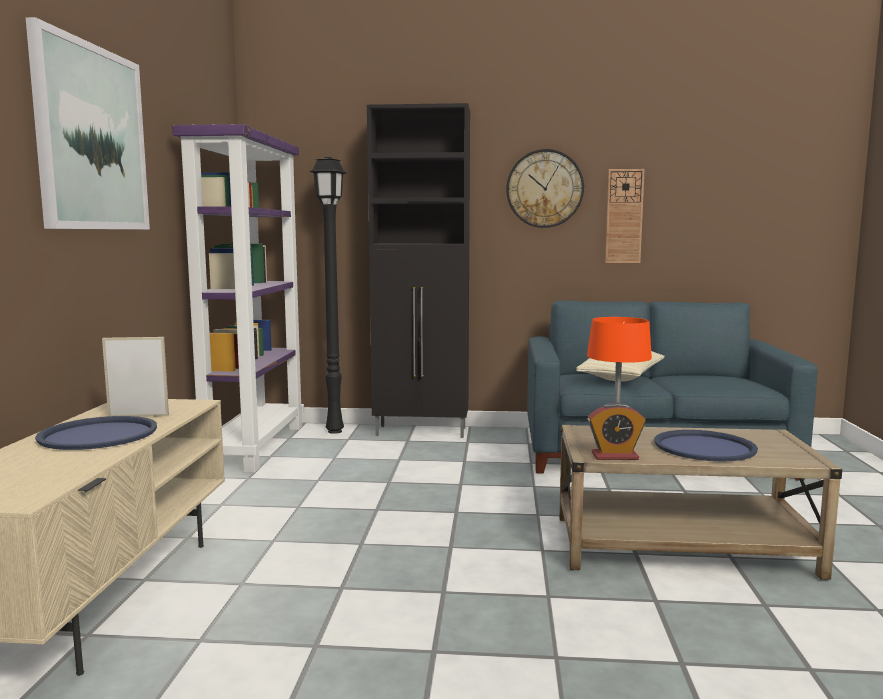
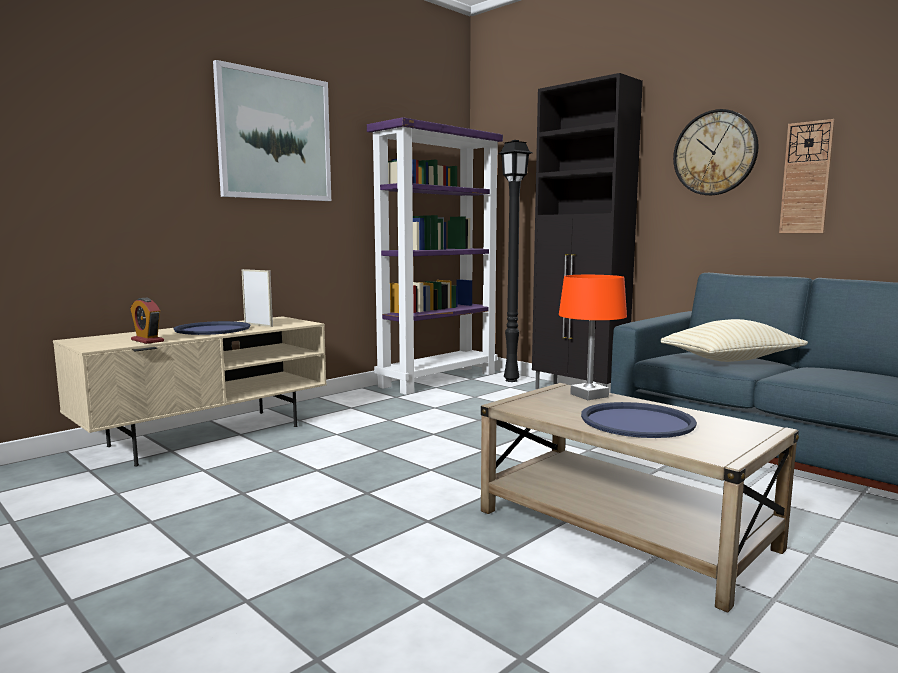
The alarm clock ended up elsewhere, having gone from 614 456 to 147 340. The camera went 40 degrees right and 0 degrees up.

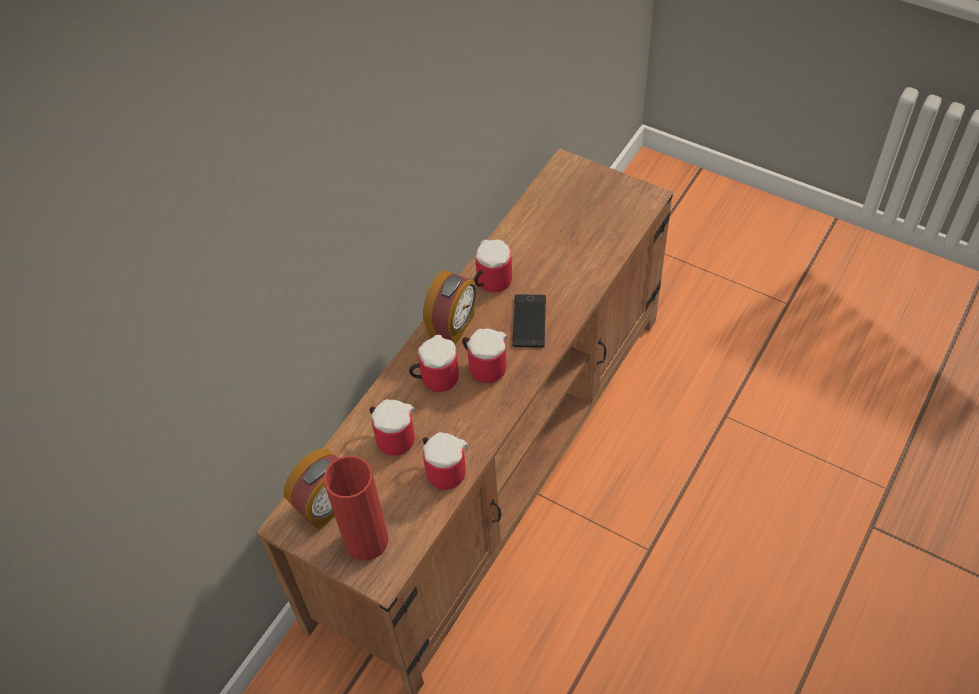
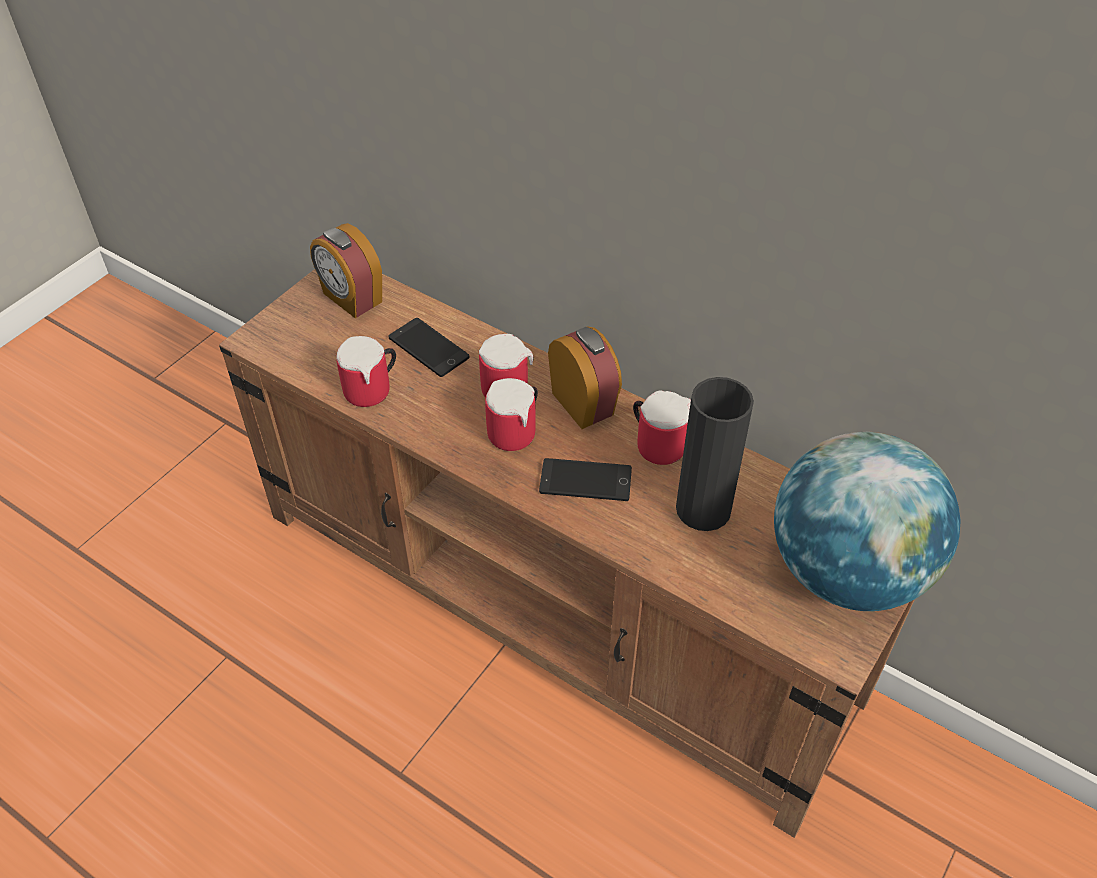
Where the mug stood at 393 435, the telephone came to stand at 428 348. The alarm clock at 453 326 ended up facing another way, 150 degrees counterclockwise from before. The second view gained the black vase at 703 509. The second view gained the globe at 847 571. The second view lost the reddish vase at 366 540. The camera went 90 degrees right and 5 degrees down.

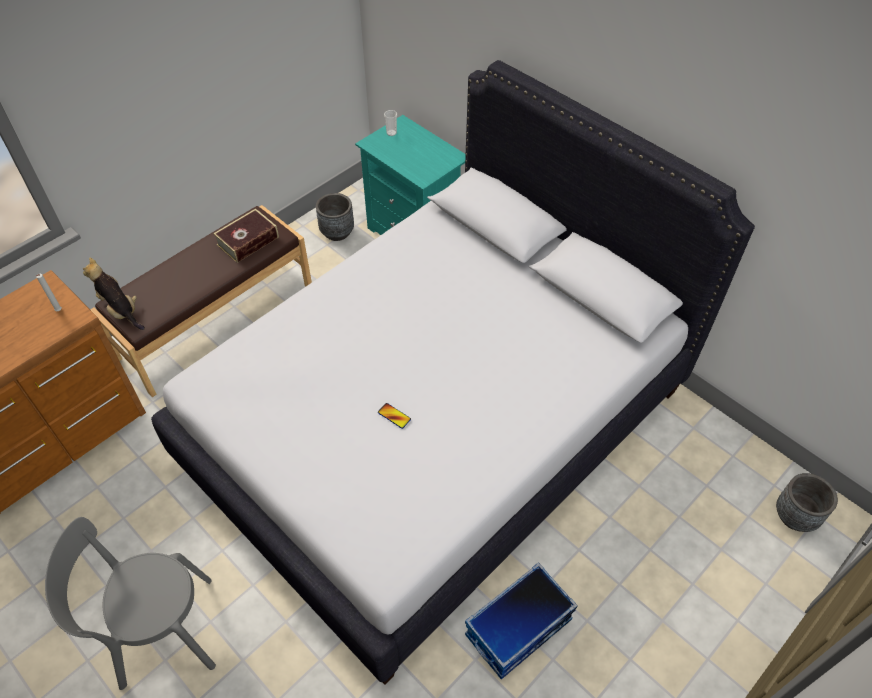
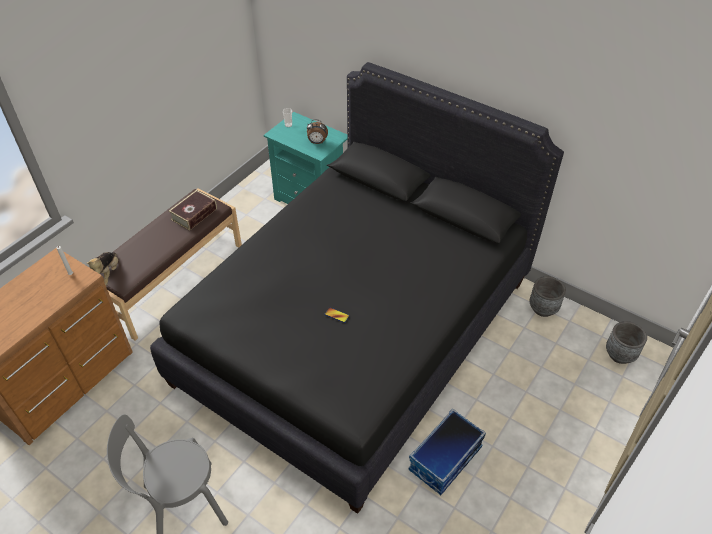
The soft toy at 121 310 ended up facing another way, 120 degrees counterclockwise from before. What was the white-coloured bed at 436 425 turned into the black bed at 355 330. The second view gained the alarm clock at 317 142. The gray flower pot ended up elsewhere, having gone from 337 232 to 543 308. The camera went 10 degrees left and 5 degrees down.

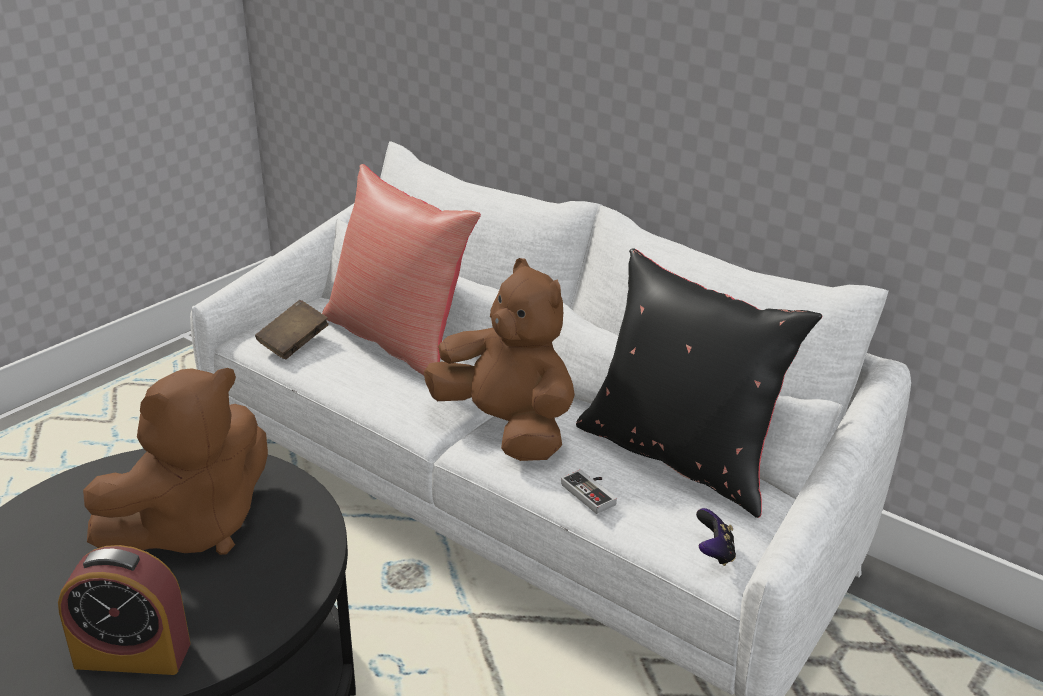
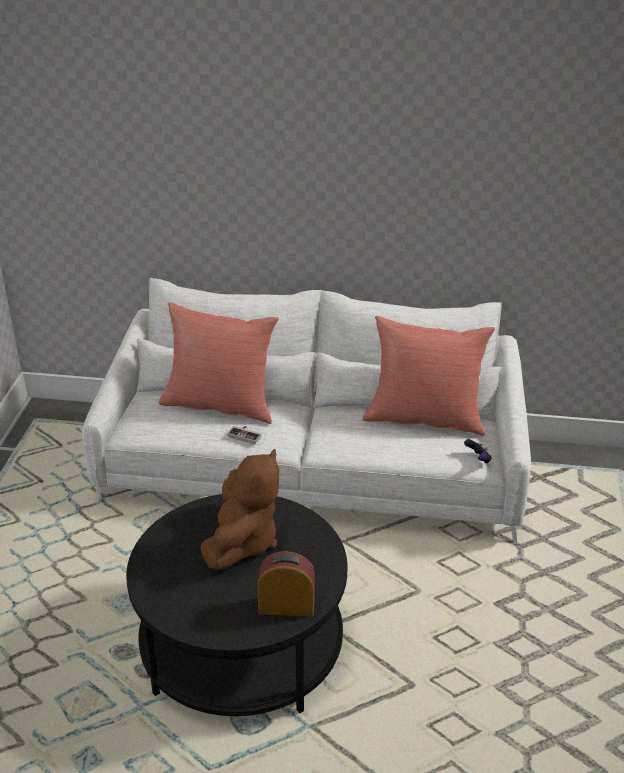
The joypad ended up elsewhere, having gone from 593 492 to 246 435. The alarm clock at 132 655 ended up facing another way, 150 degrees counterclockwise from before. What was the black cushion at 680 456 turned into the reddish cushion at 425 418. The second view lost the brownish book at 294 344. The second view lost the brownish soft toy at 507 428. The camera went 30 degrees left and 5 degrees up.

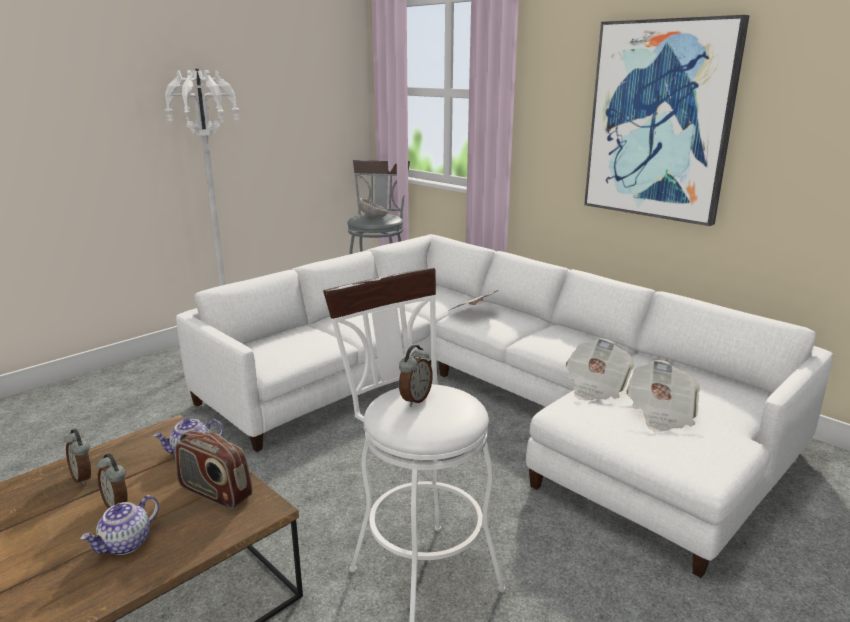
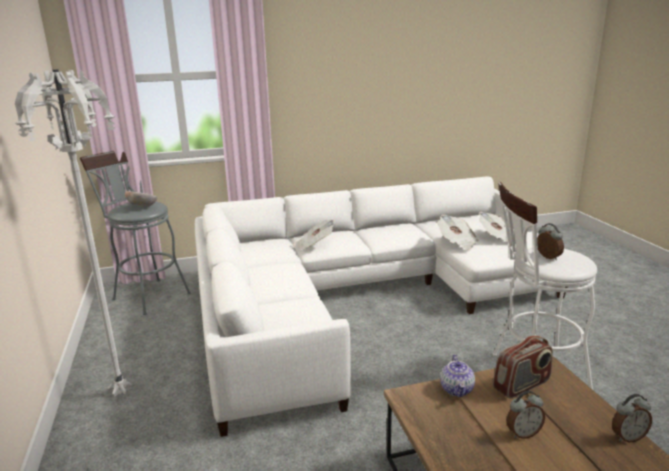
The alarm clock ended up elsewhere, having gone from 83 477 to 627 437. The second view lost the pot for tea at 126 544. The second view lost the wall art at 659 121. The camera went 60 degrees left and 0 degrees up.

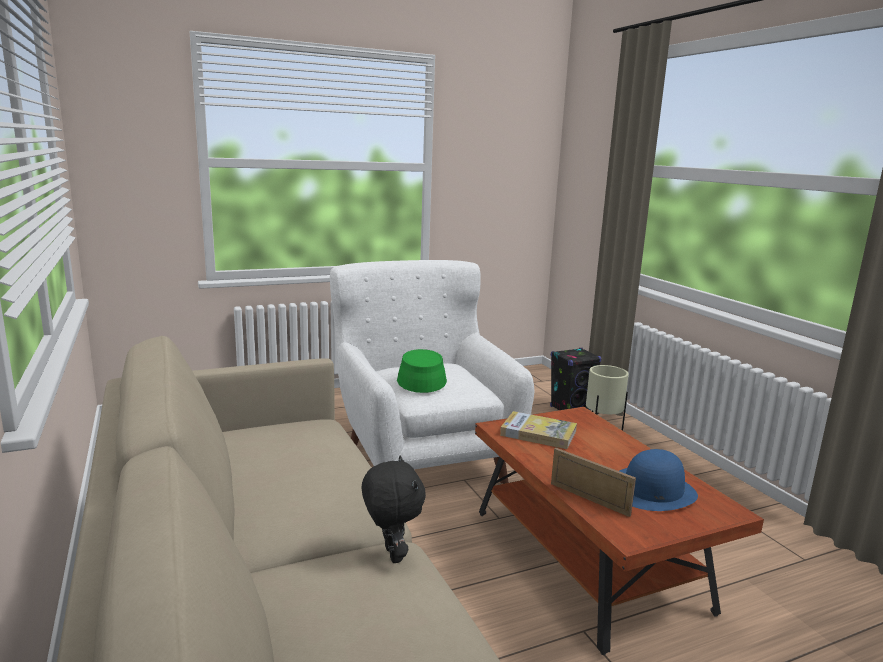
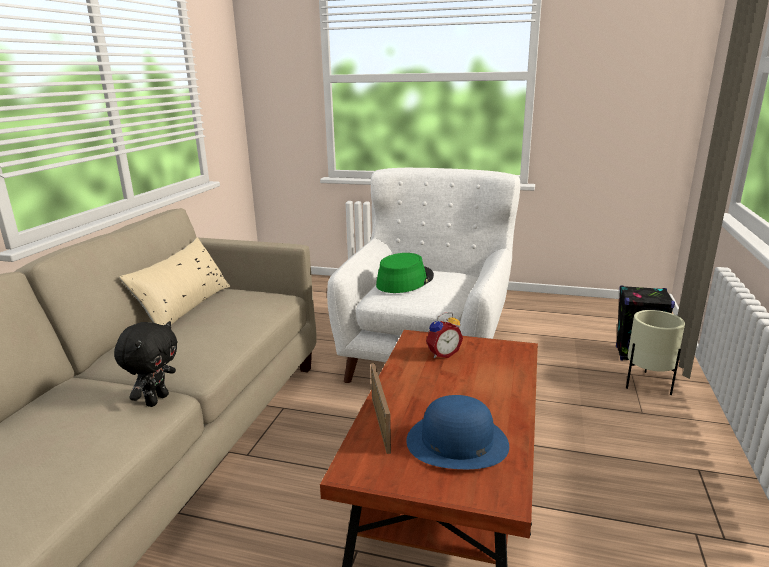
The second view gained the beige cushion at 185 307. Where the book stood at 538 433, the alarm clock came to stand at 442 354. The camera went 40 degrees right and 5 degrees up.

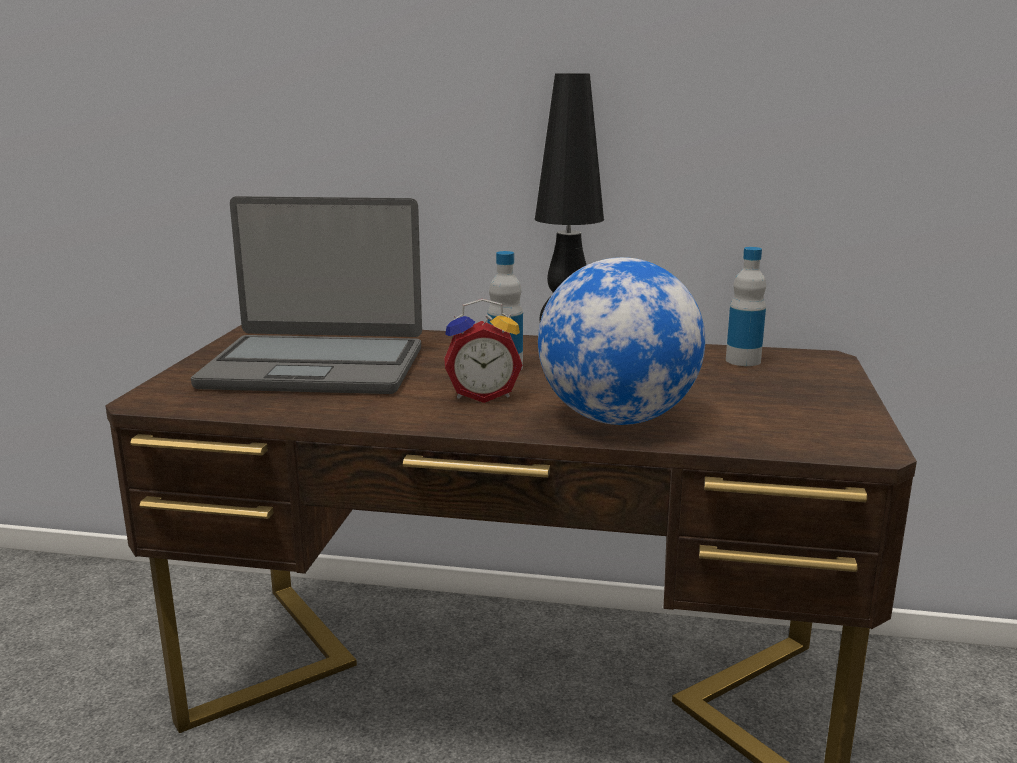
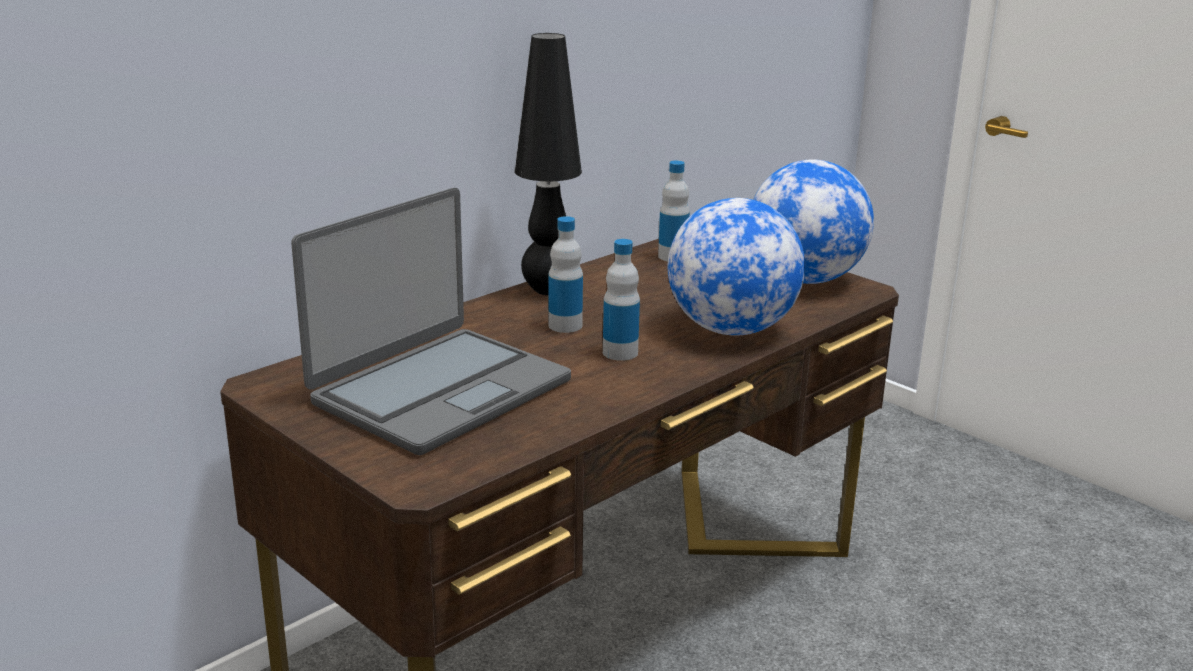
Where the alarm clock stood at 483 395, the beverage bottle came to stand at 620 352. The second view gained the globe at 805 279. The camera went 55 degrees left and 5 degrees up.

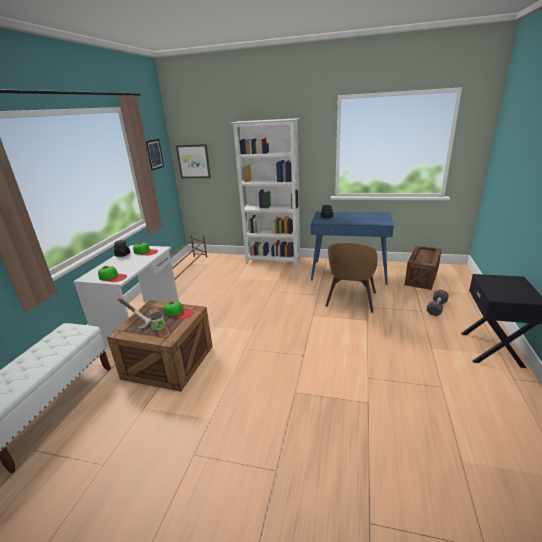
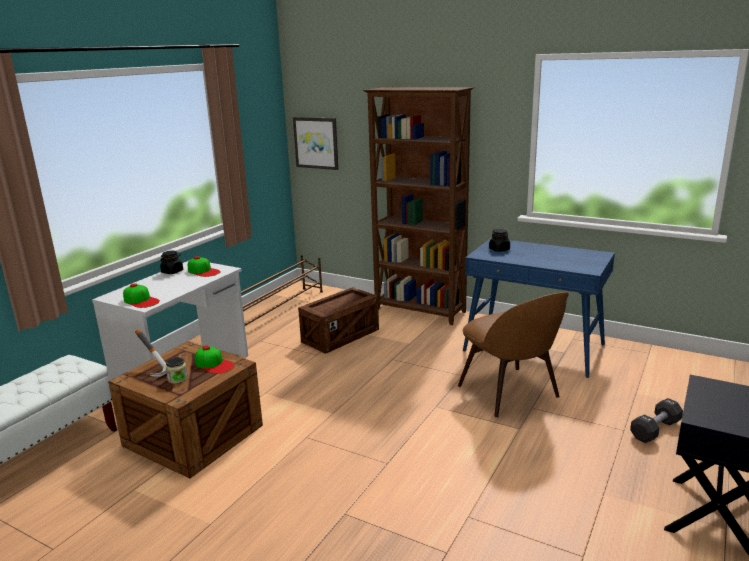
The shipping crate ended up elsewhere, having gone from 421 278 to 340 336. What was the white-coloured bookcase at 273 260 turned into the brownish bookcase at 420 311. The brownish chair at 350 300 ended up facing another way, 60 degrees counterclockwise from before. The second view lost the wall art at 154 154. The camera went 15 degrees right and 5 degrees down.

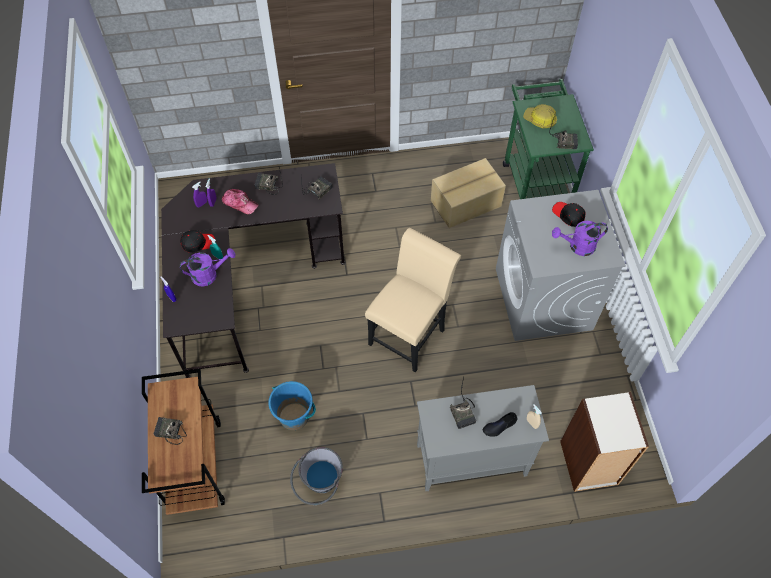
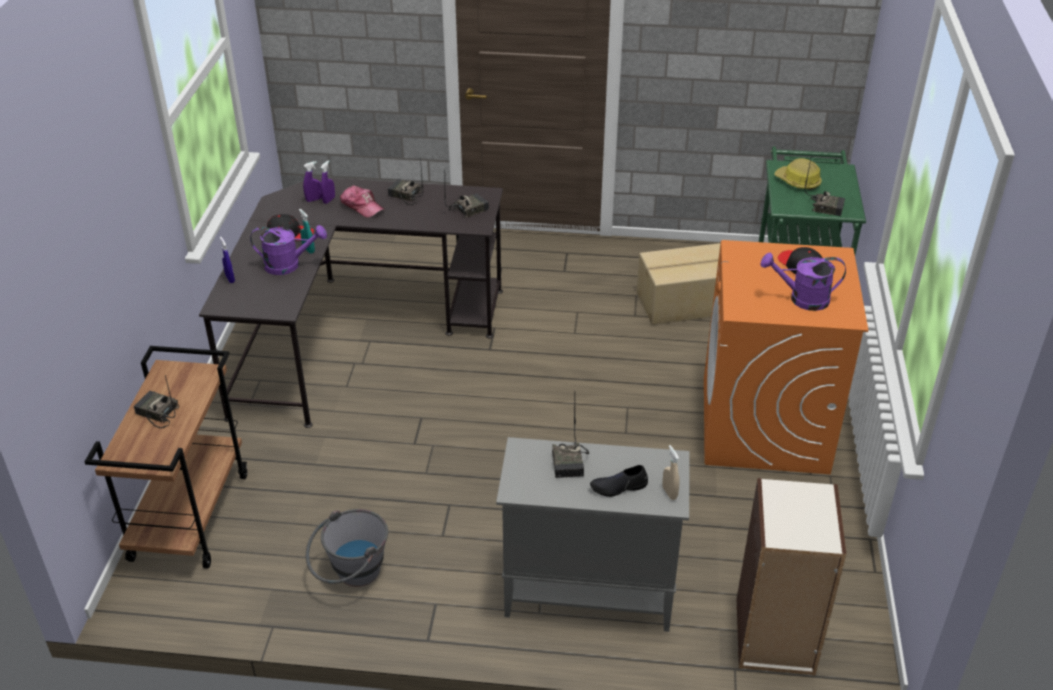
What was the gray laundry appliance at 543 299 turned into the orangey laundry appliance at 765 425. The second view lost the blue bucket at 294 416. The second view lost the beige chair at 410 333. The camera went 15 degrees right and 20 degrees down.

